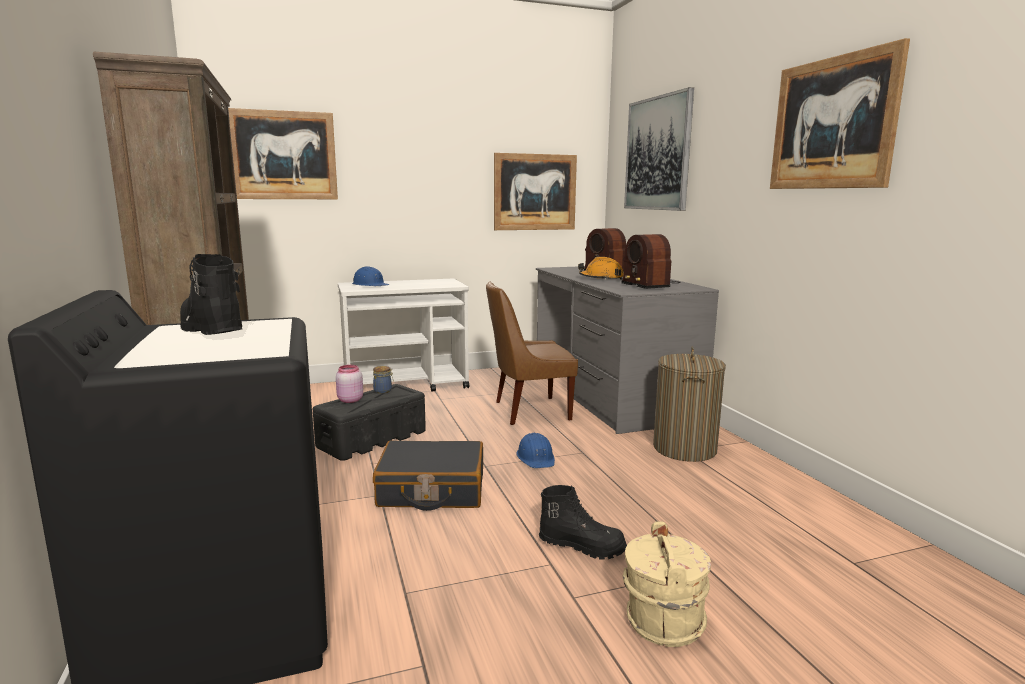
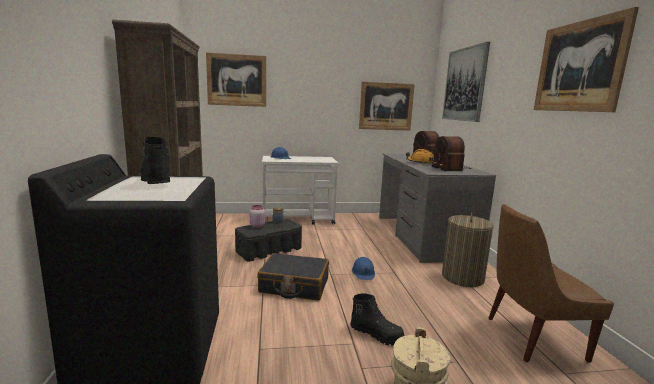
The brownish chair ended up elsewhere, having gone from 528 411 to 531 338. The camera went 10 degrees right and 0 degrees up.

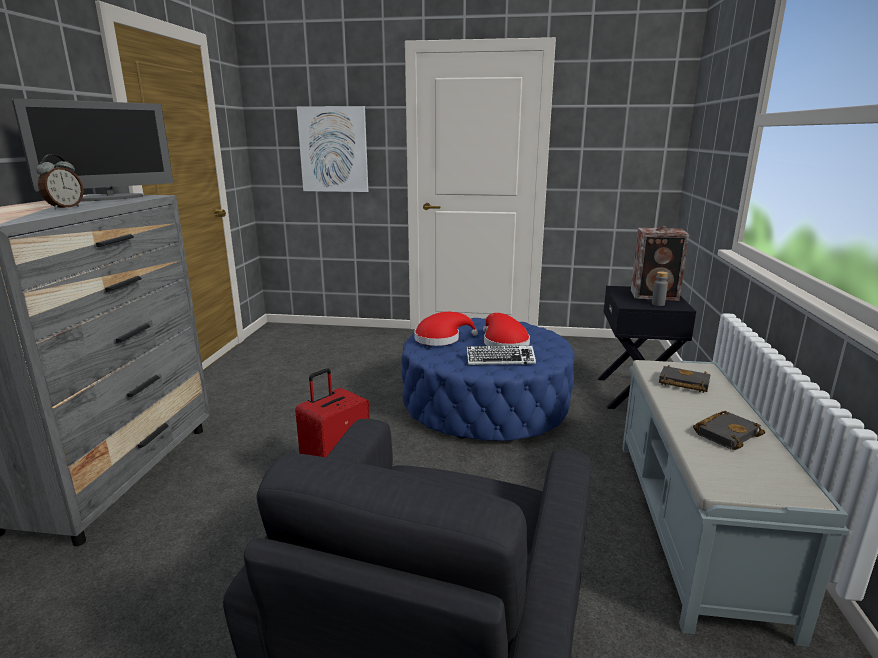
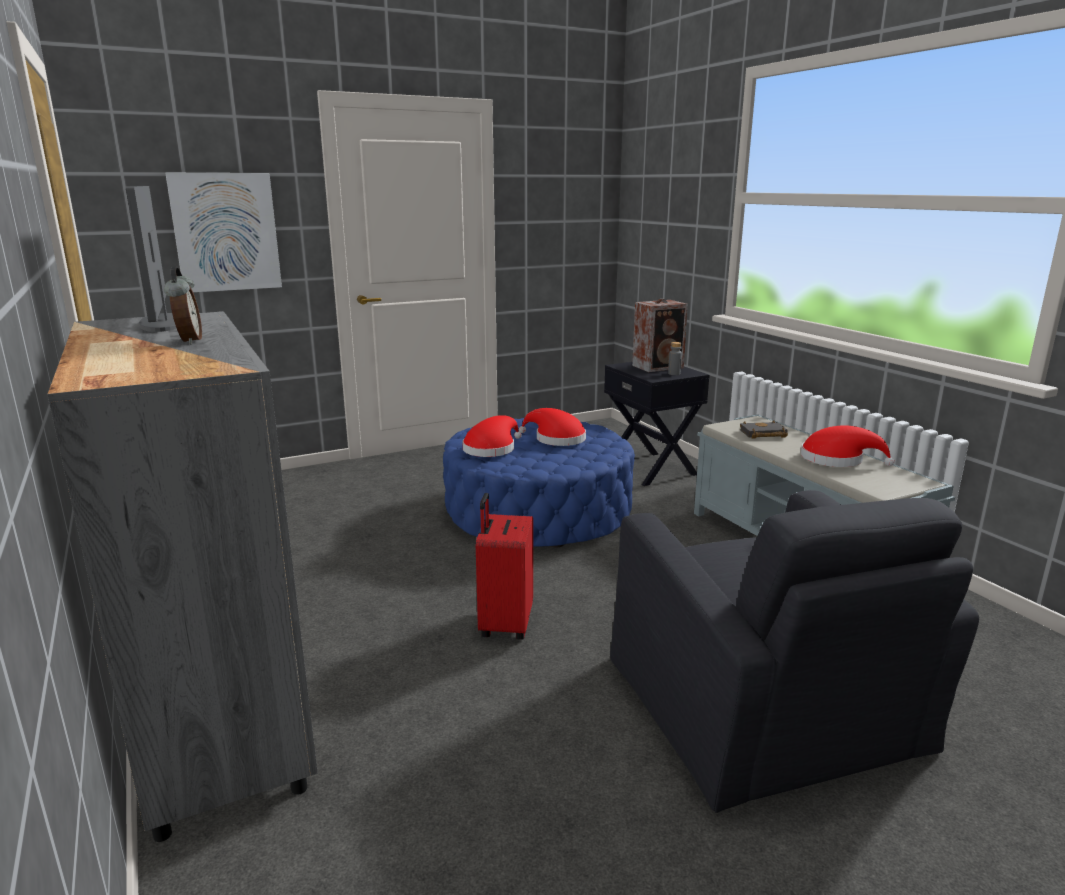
The monitor at 110 198 ended up facing another way, 150 degrees clockwise from before. Where the black book stood at 726 433, the reddish hat came to stand at 837 460. The second view lost the PC keyboard at 500 359. The camera went 35 degrees left and 0 degrees up.

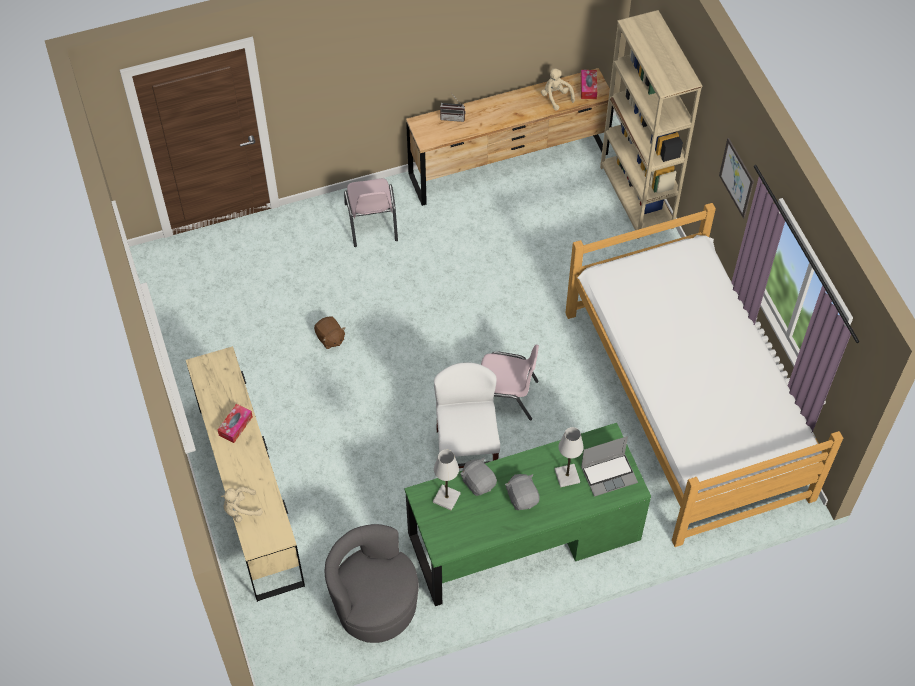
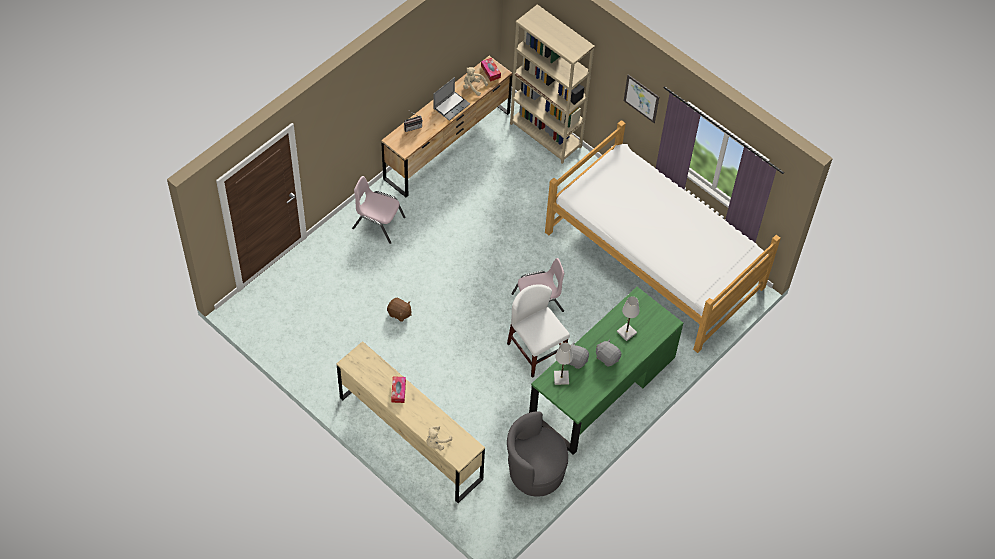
The pinkish chair at 371 222 ended up facing another way, 150 degrees clockwise from before. The laptop ended up elsewhere, having gone from 609 474 to 451 106. The camera went 30 degrees left and 0 degrees up.

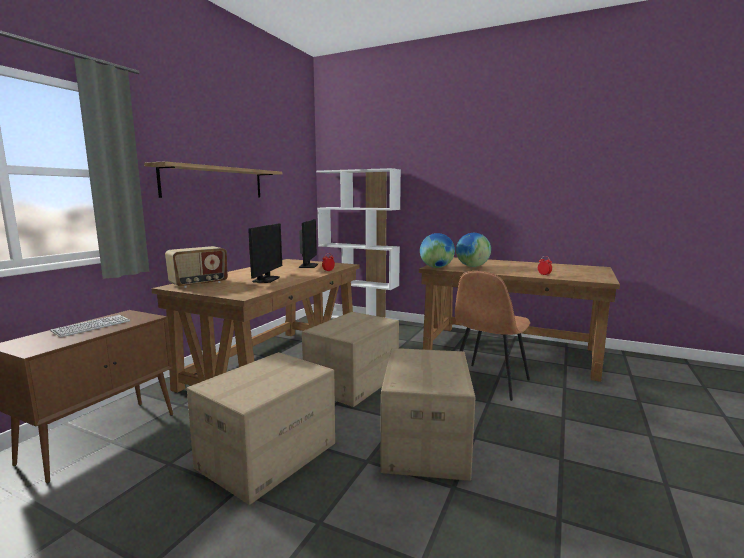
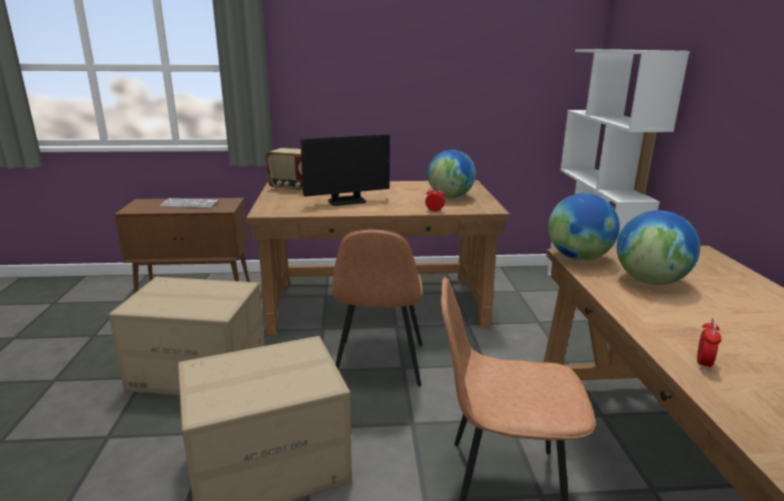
Where the packing box stood at 353 383, the brownish chair came to stand at 379 364. Where the monitor stood at 308 266, the globe came to stand at 450 197. The second view lost the wall shelf at 215 182. The camera went 60 degrees right and 10 degrees up.

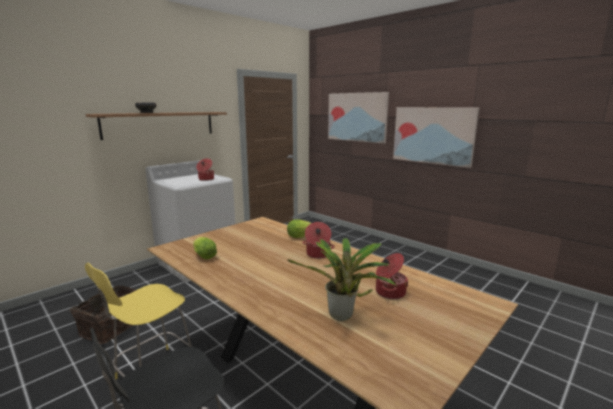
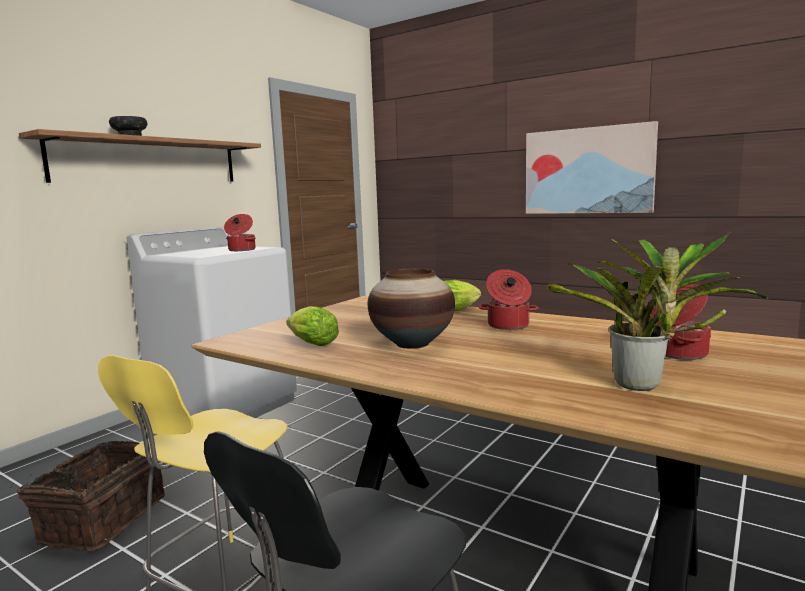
The second view gained the vase at 412 344. The second view lost the wall art at 357 117. The camera went 10 degrees left and 5 degrees down.

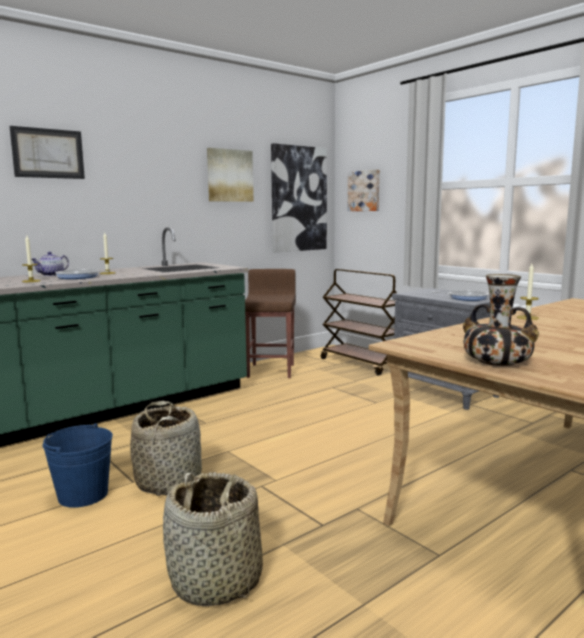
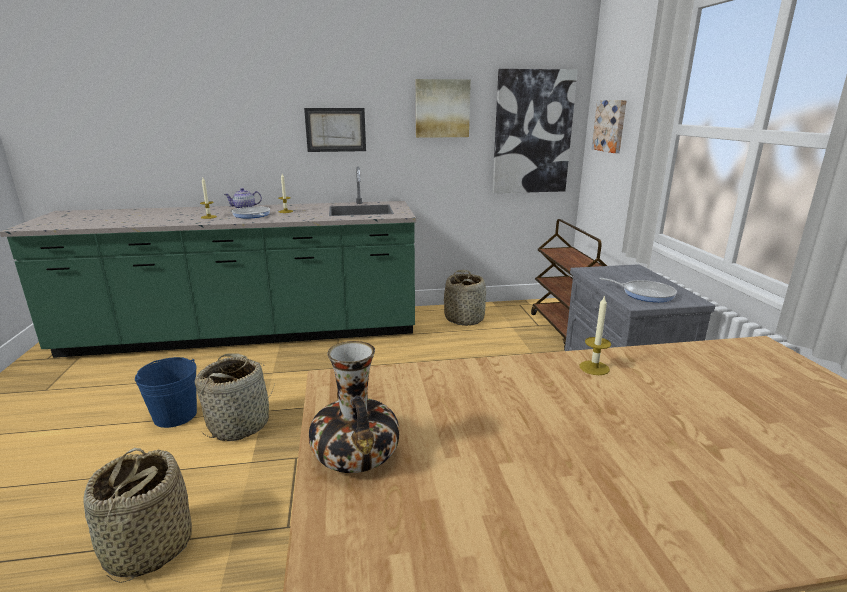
The wall art ended up elsewhere, having gone from 48 153 to 335 130. Where the brownish stool stood at 271 370, the basket came to stand at 464 318. The camera went 30 degrees right and 10 degrees up.

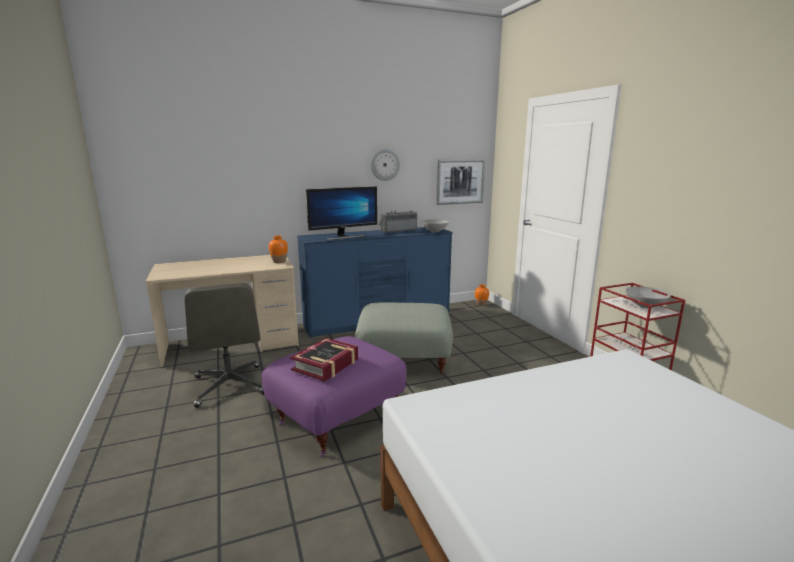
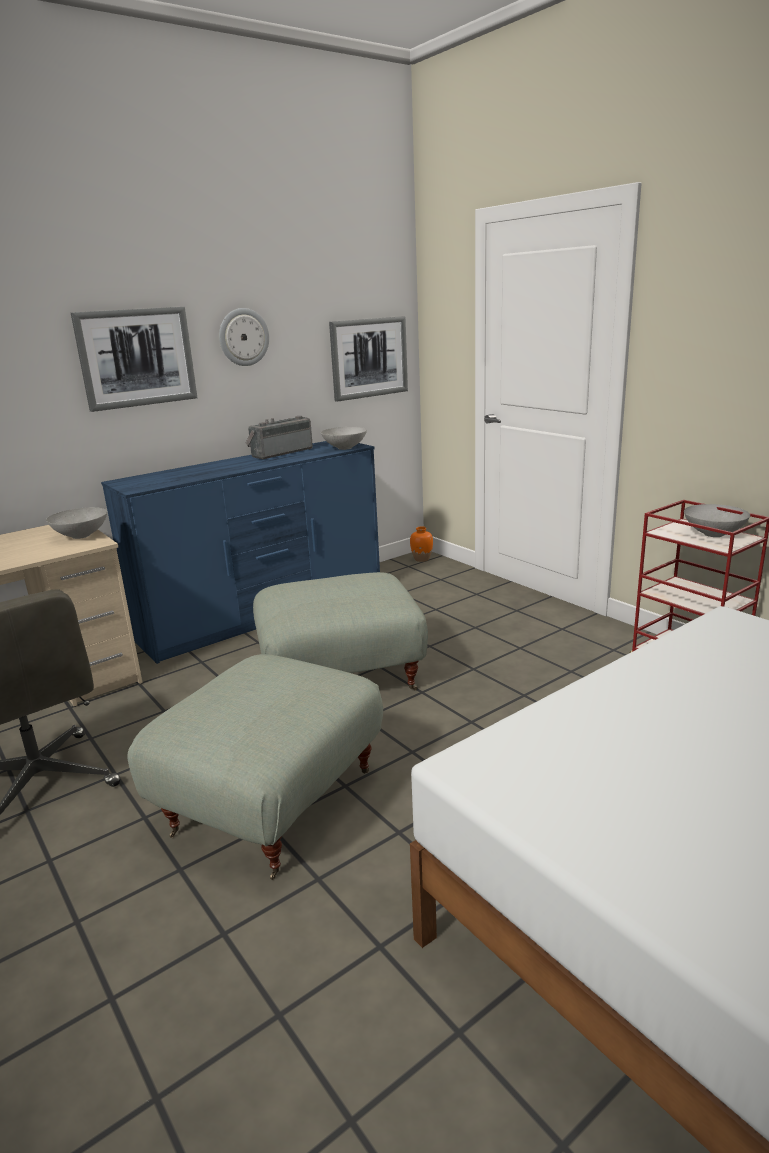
Where the orangey vase stood at 279 262, the gray deep dish came to stand at 82 535. The second view gained the wall art at 137 358. What was the purple-coloured footrest at 337 418 turned into the gray footrest at 271 801. The second view lost the book at 326 365. The second view lost the monitor at 343 237. The camera went 15 degrees left and 5 degrees up.

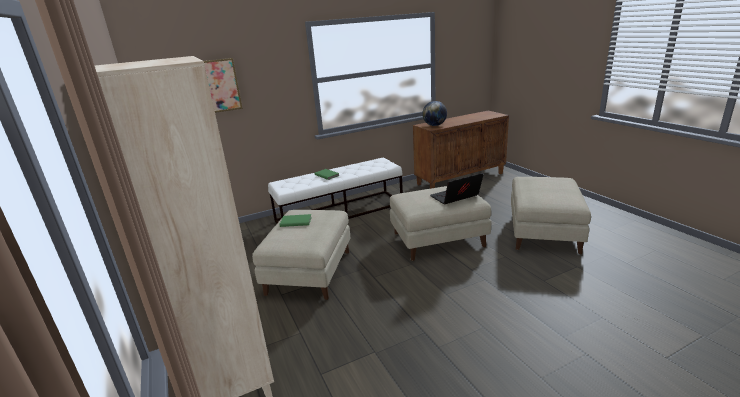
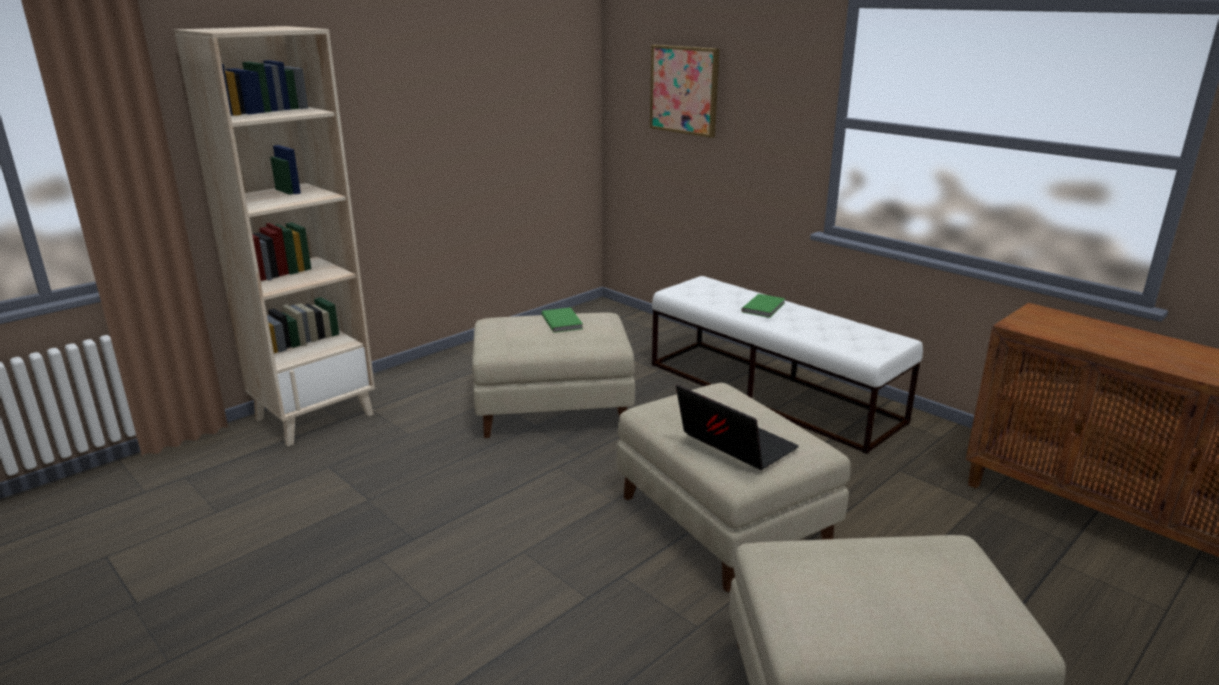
The second view lost the globe at 434 125. The camera went 70 degrees right and 0 degrees up.

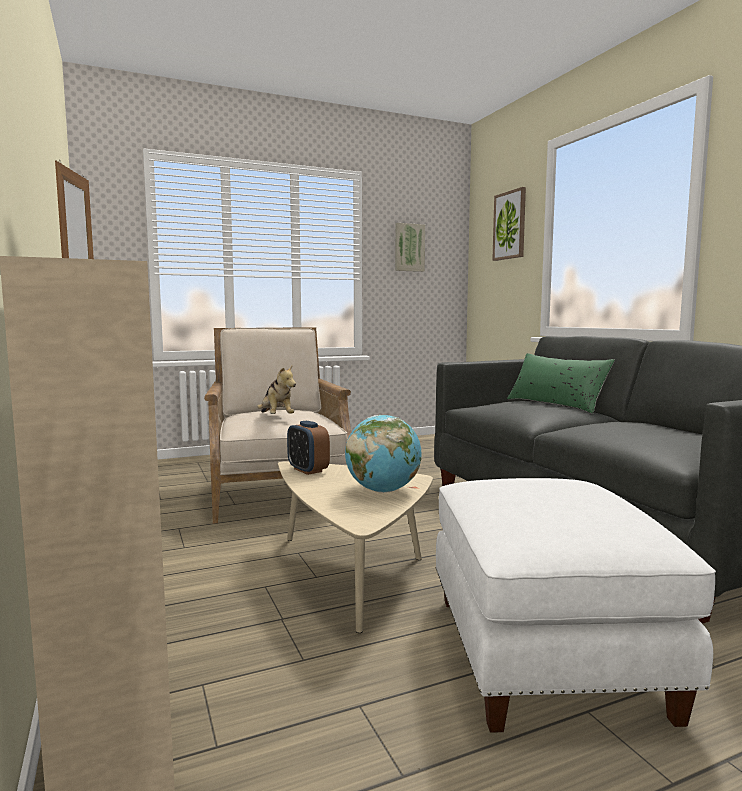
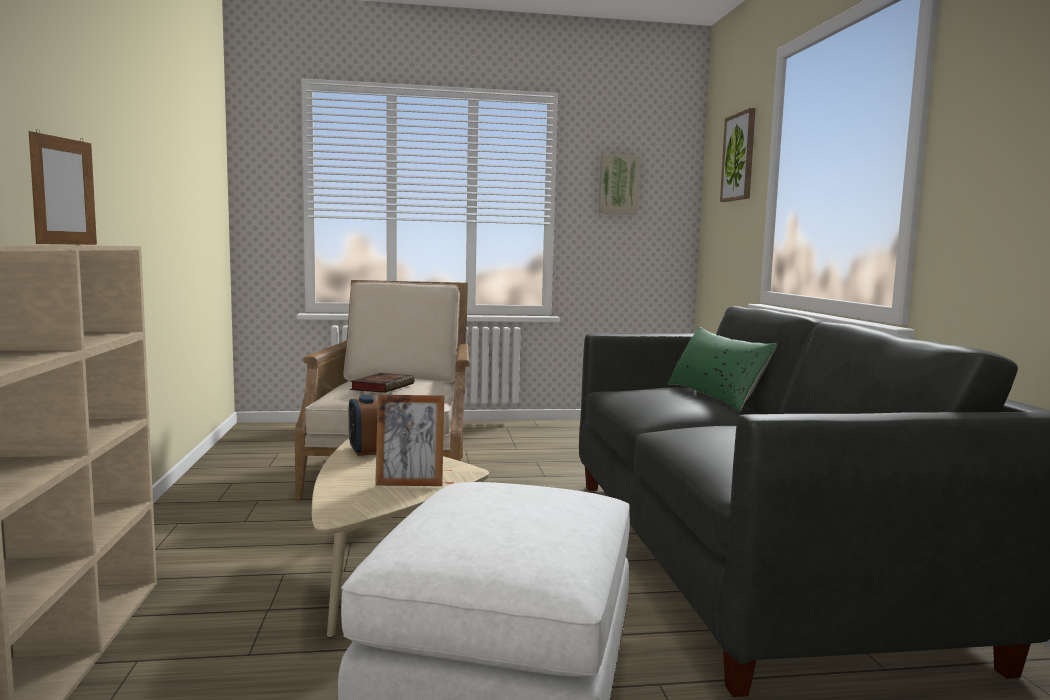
Where the soft toy stood at 276 417, the book came to stand at 383 387. Where the globe stood at 383 491, the photo frame came to stand at 410 483. The camera went 15 degrees right and 0 degrees up.

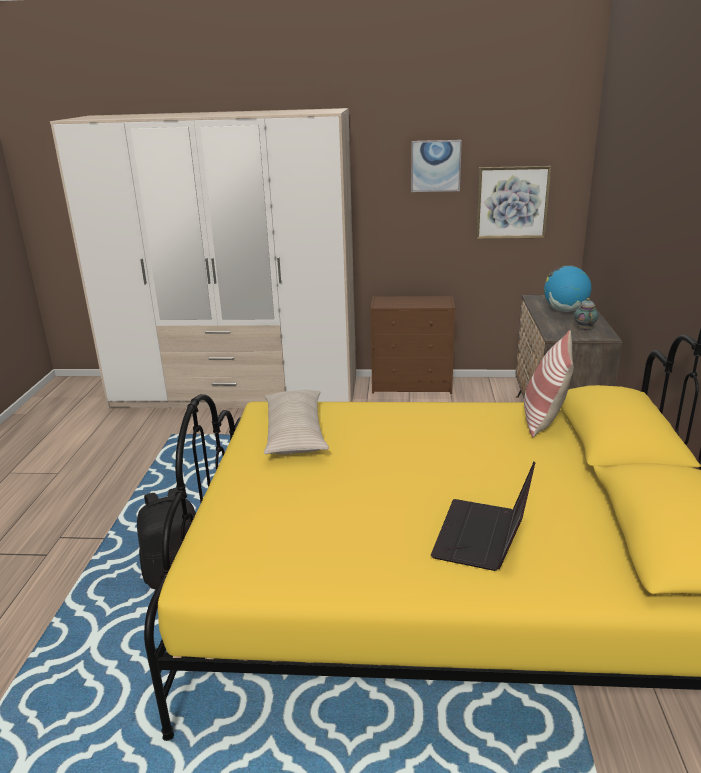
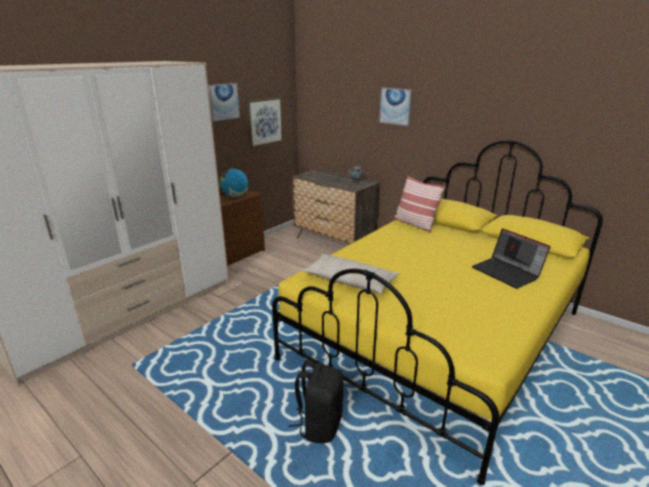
The globe ended up elsewhere, having gone from 565 310 to 235 196. The second view gained the wall art at 395 106. The camera went 55 degrees left and 0 degrees up.

